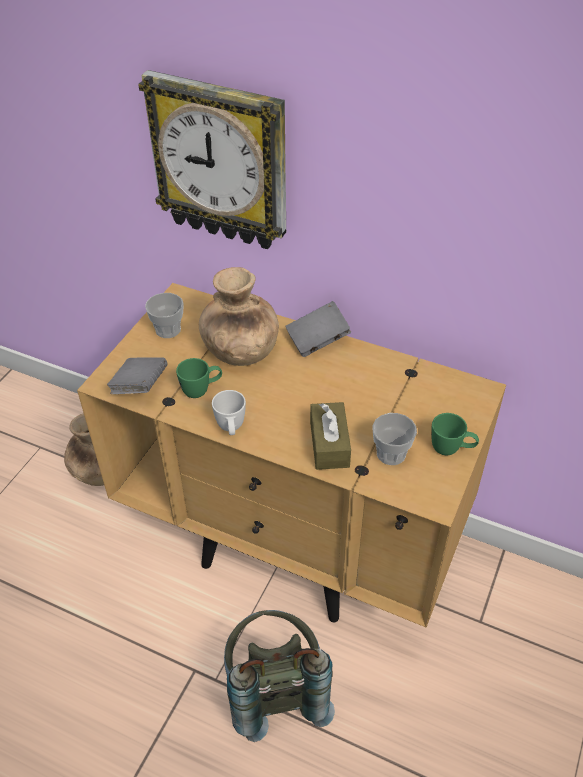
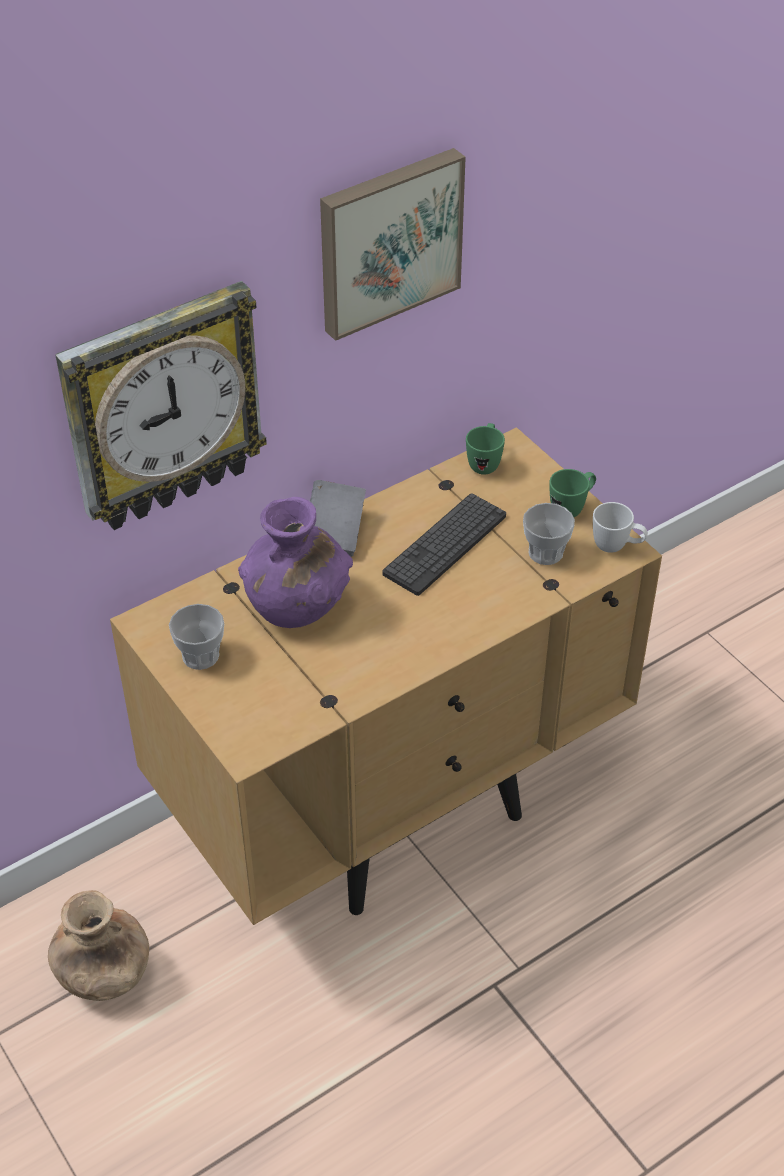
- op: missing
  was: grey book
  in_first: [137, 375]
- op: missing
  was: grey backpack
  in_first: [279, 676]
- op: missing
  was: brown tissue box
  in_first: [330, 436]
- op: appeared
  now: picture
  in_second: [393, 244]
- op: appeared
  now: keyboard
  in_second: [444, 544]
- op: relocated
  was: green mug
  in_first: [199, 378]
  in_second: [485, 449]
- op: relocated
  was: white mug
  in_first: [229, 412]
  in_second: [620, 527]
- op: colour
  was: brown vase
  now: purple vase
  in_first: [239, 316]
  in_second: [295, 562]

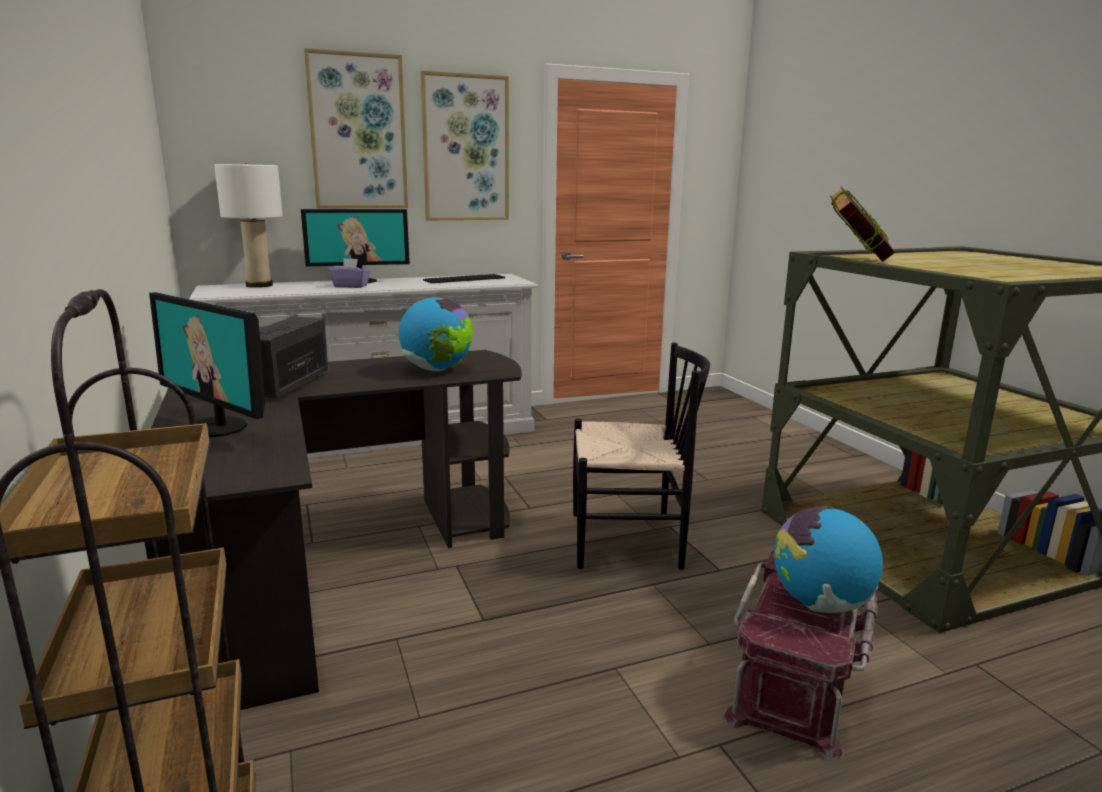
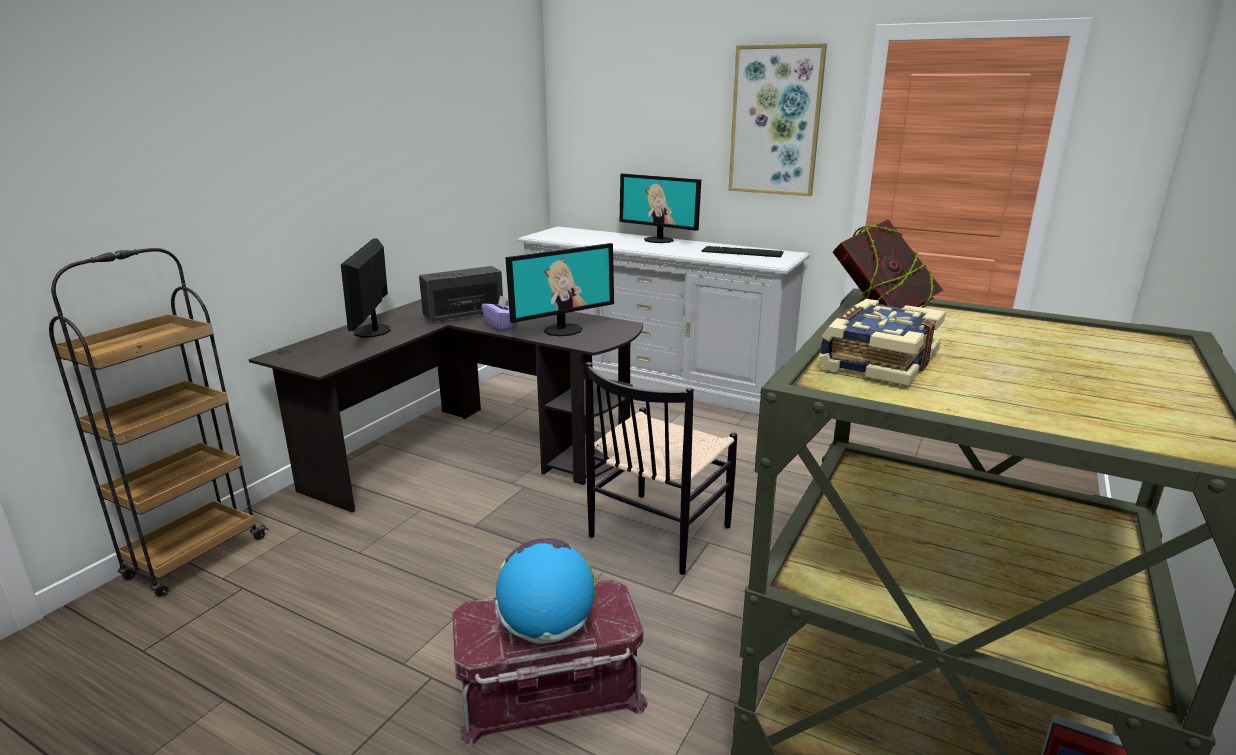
- op: missing
  was: white table lamp
  in_first: [248, 225]
- op: missing
  was: picture
  in_first: [356, 128]
- op: appeared
  now: book
  in_second: [882, 342]
- op: relocated
  was: purple tissue box
  in_first: [349, 273]
  in_second: [500, 313]
- op: exchanged
  was: globe
  now: monitor
  in_first: [436, 334]
  in_second: [559, 289]
- op: spun
  was: black chair
  in_first: [641, 456]
  in_second: [661, 468]
  clockwise: 75

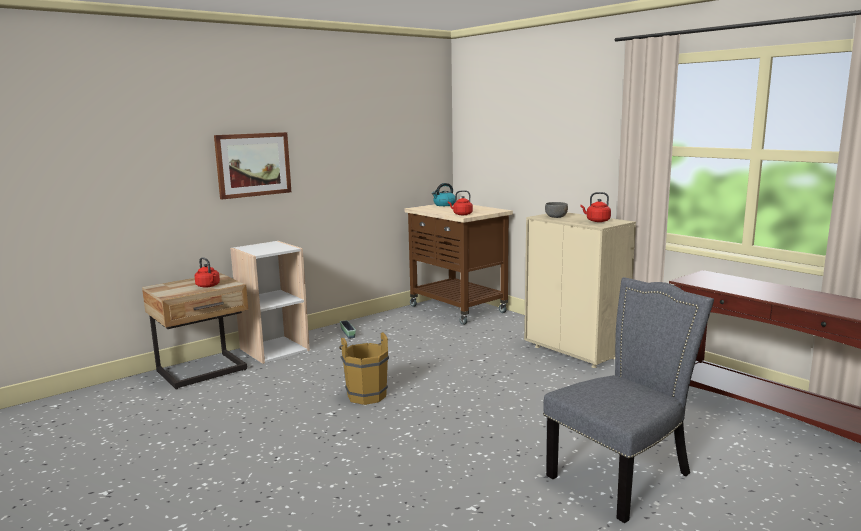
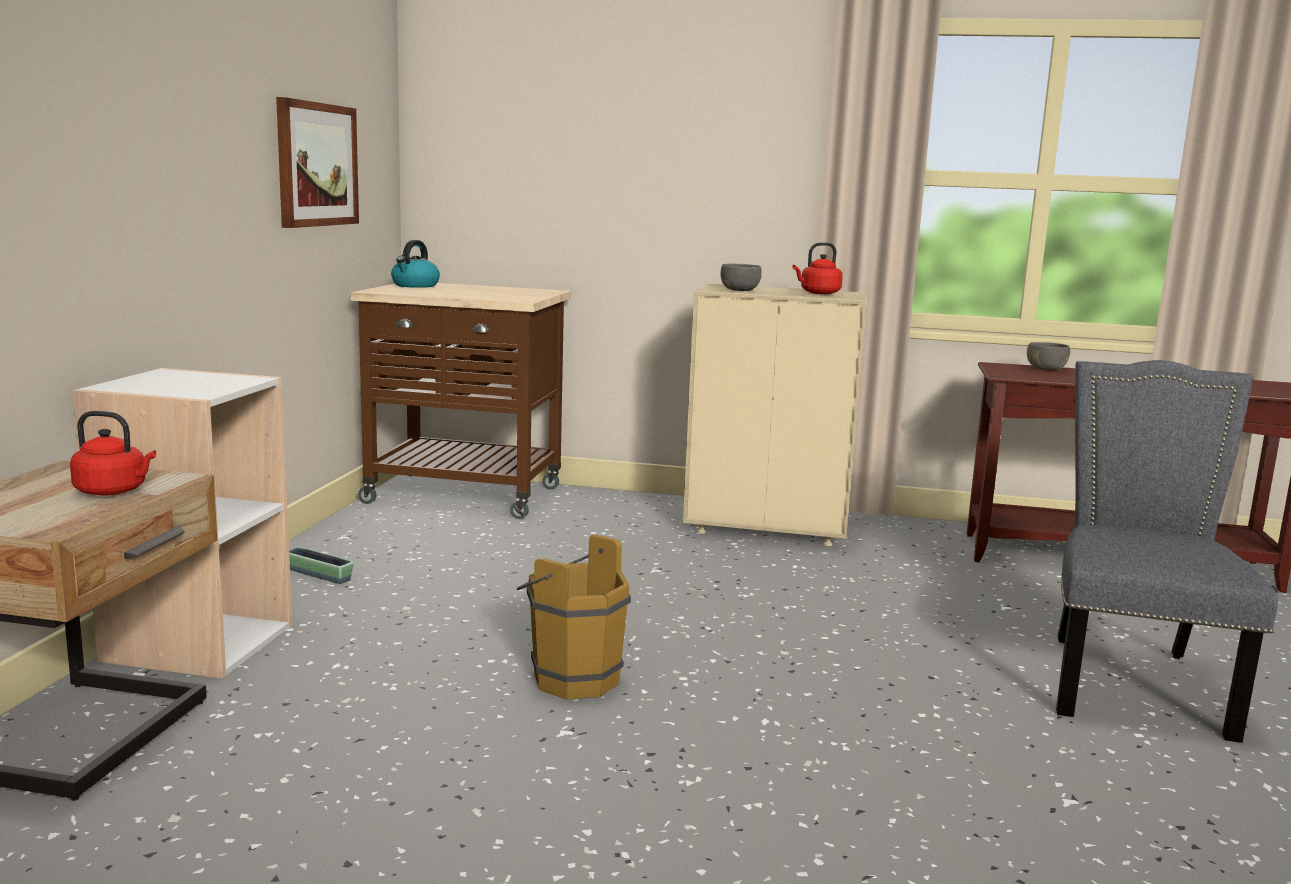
- op: missing
  was: red kettle
  in_first: [460, 202]
- op: appeared
  now: grey bowl
  in_second: [1048, 356]
- op: relocated
  was: picture
  in_first: [252, 165]
  in_second: [317, 162]

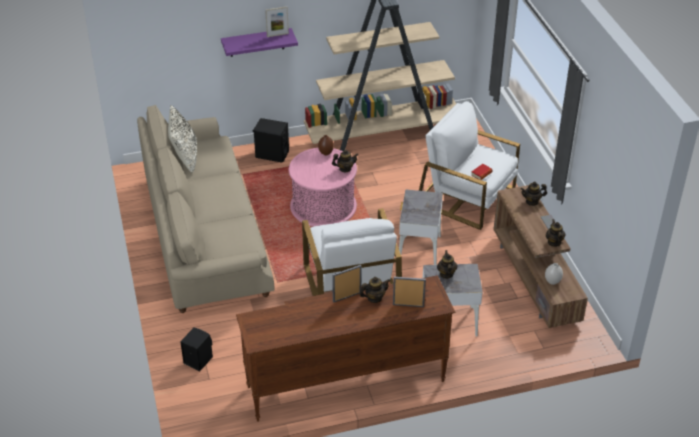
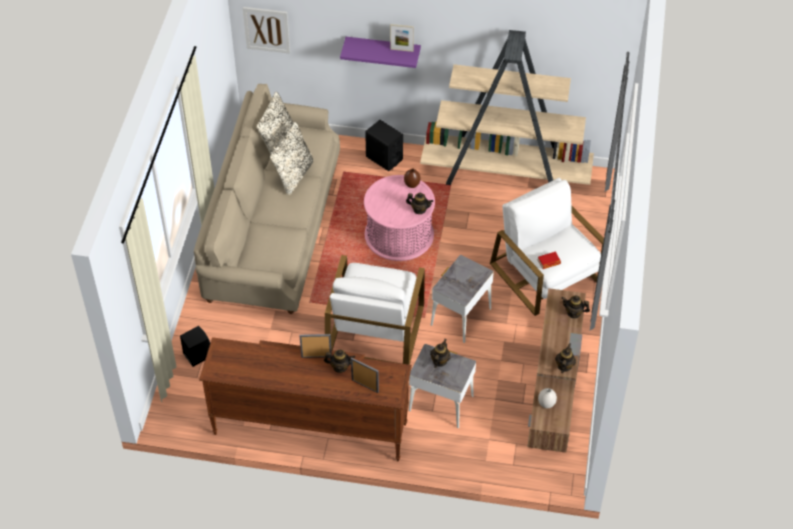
- op: appeared
  now: picture
  in_second: [266, 30]
- op: appeared
  now: beige pillow
  in_second: [291, 158]

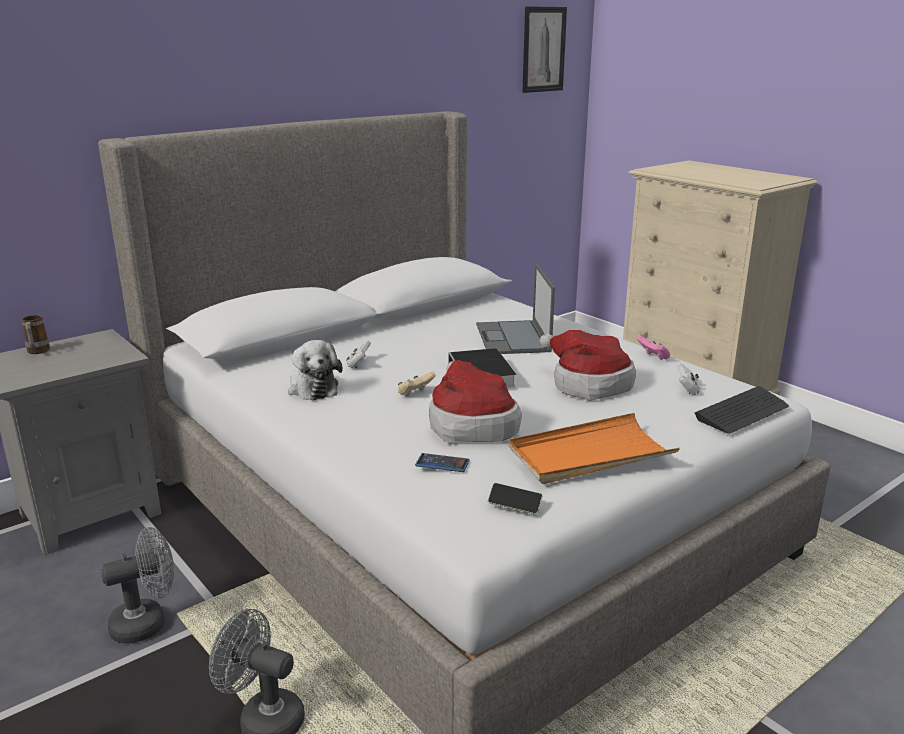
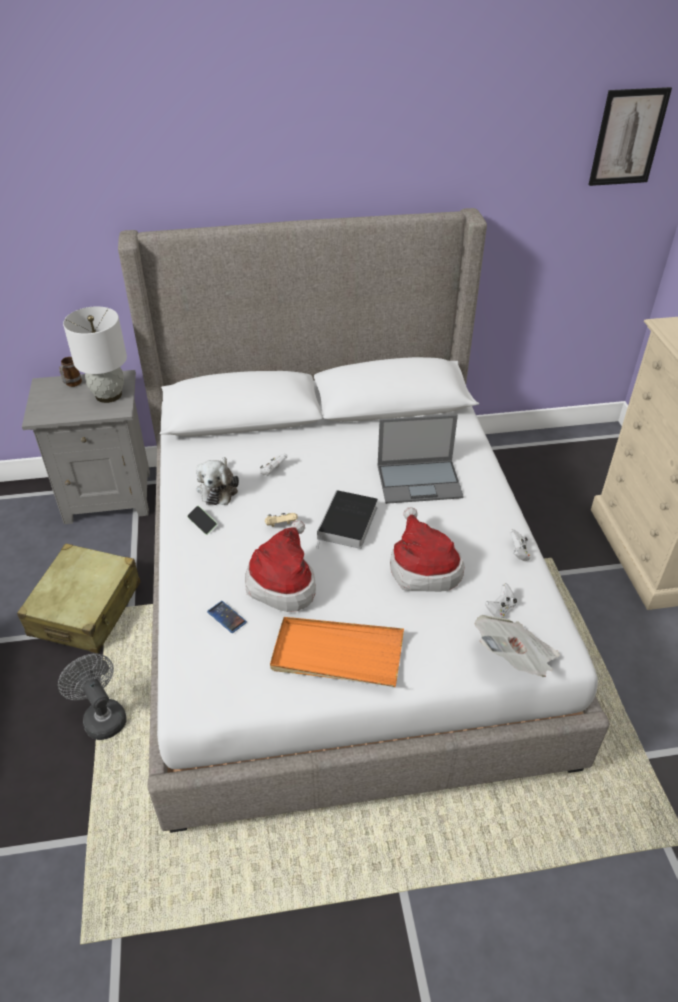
- op: appeared
  now: white table lamp
  in_second: [95, 354]
- op: relocated
  was: phone
  in_first: [515, 499]
  in_second: [202, 520]
- op: exchanged
  was: grey fan
  now: beige suitcase
  in_first: [137, 585]
  in_second: [78, 598]
- op: exchanged
  was: keyboard
  now: newspaper
  in_first: [742, 410]
  in_second: [517, 646]
- op: colour
  was: pink game controller
  now: white game controller
  in_first: [653, 347]
  in_second: [519, 545]
- op: spun
  was: laptop
  in_first: [515, 308]
  in_second: [420, 459]
  clockwise: -120

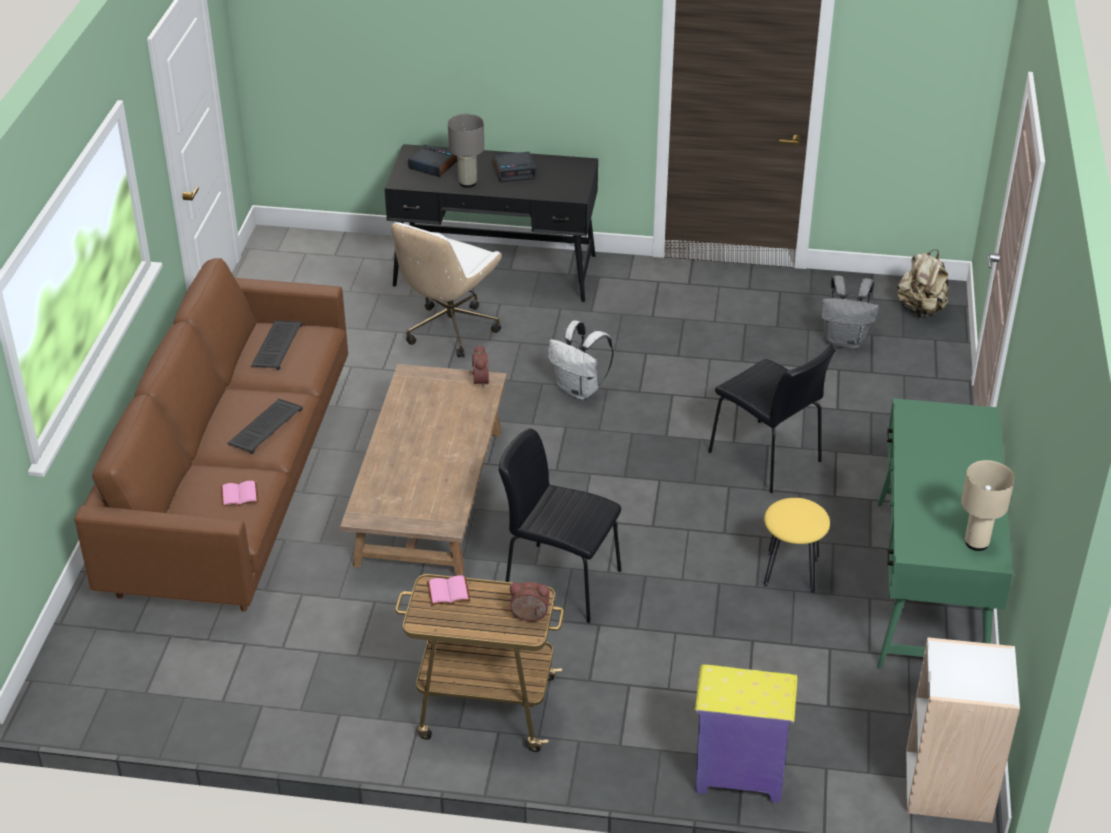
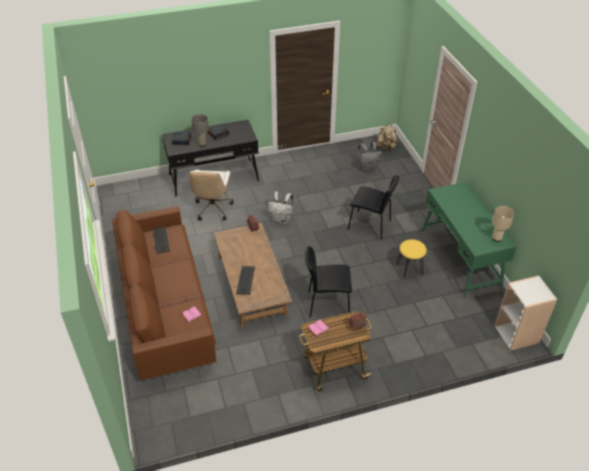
- op: missing
  was: nightstand
  in_first: [746, 733]
- op: relocated
  was: keyboard
  in_first: [265, 426]
  in_second: [245, 280]

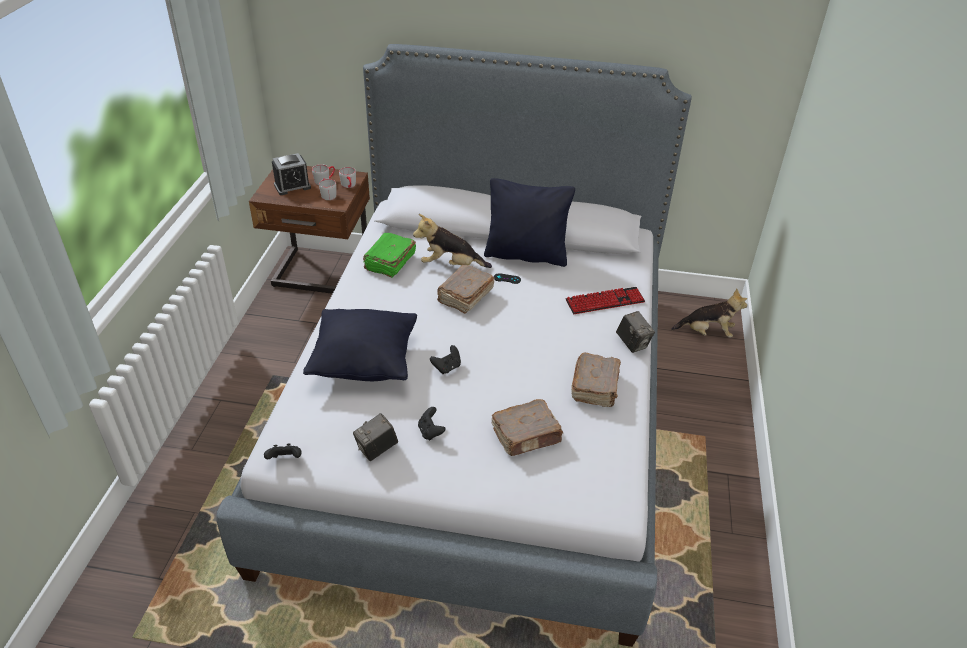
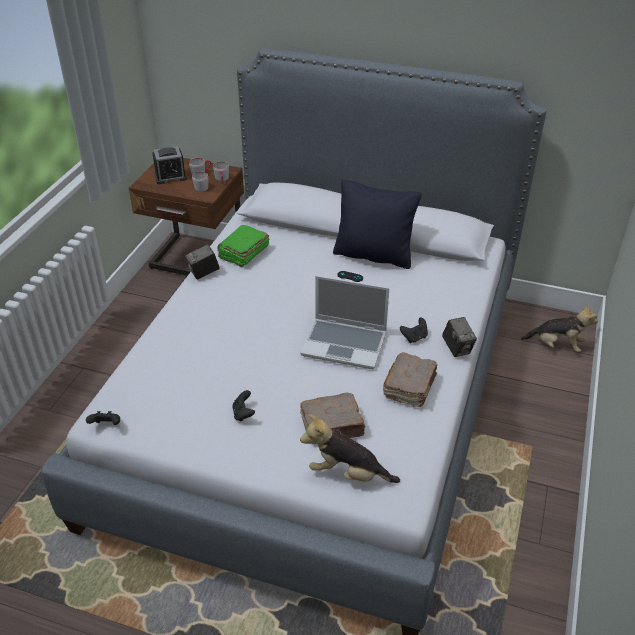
- op: missing
  was: black pillow
  in_first: [360, 345]
- op: missing
  was: brown book
  in_first: [465, 289]
- op: missing
  was: keyboard
  in_first: [605, 300]
- op: appeared
  now: laptop
  in_second: [345, 322]
- op: relocated
  was: photo camera
  in_first: [375, 437]
  in_second: [202, 262]
- op: relocated
  was: plush toy
  in_first: [452, 241]
  in_second: [350, 448]
- op: relocated
  was: black game controller
  in_first: [445, 359]
  in_second: [414, 330]

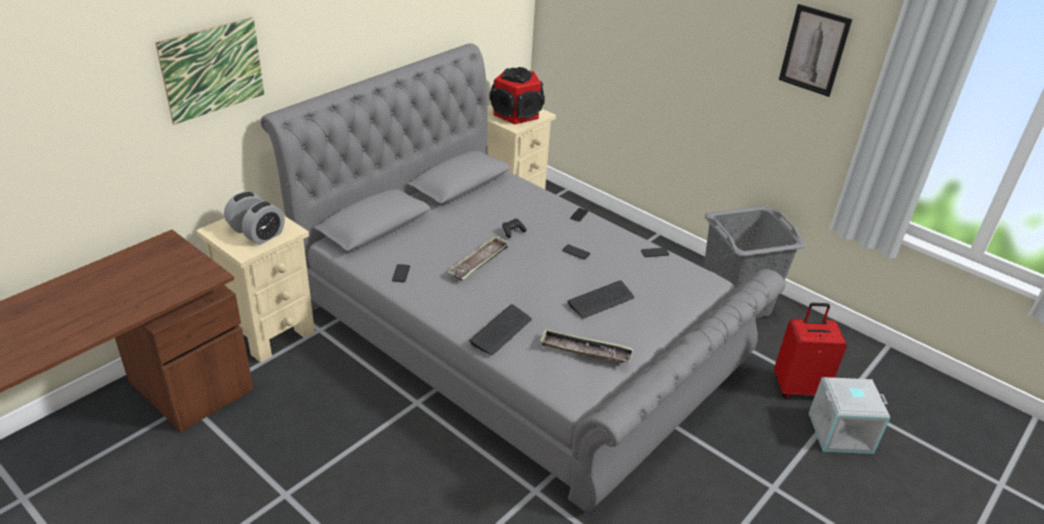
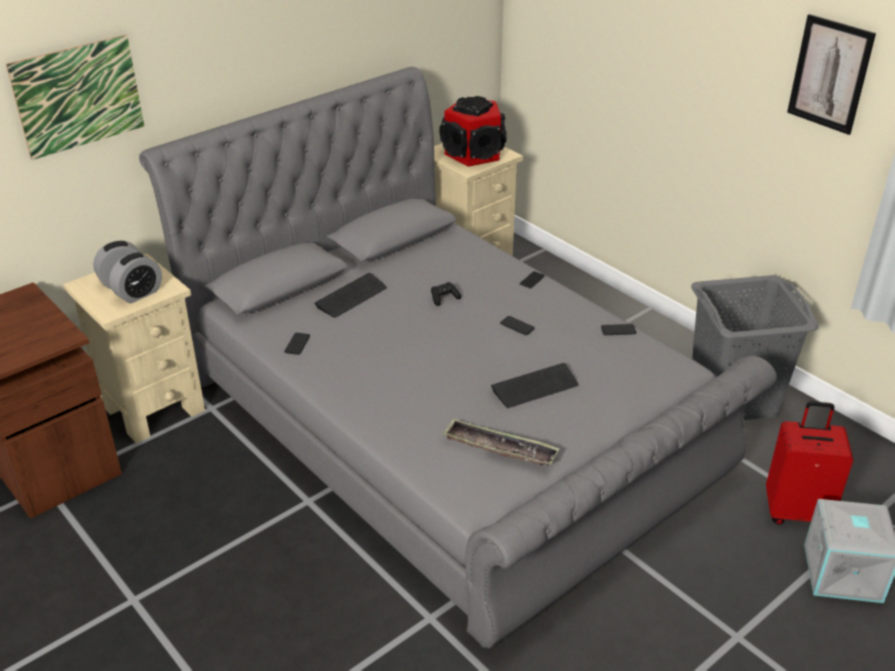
- op: missing
  was: tray
  in_first: [478, 258]
- op: relocated
  was: keyboard
  in_first: [500, 329]
  in_second: [350, 295]

